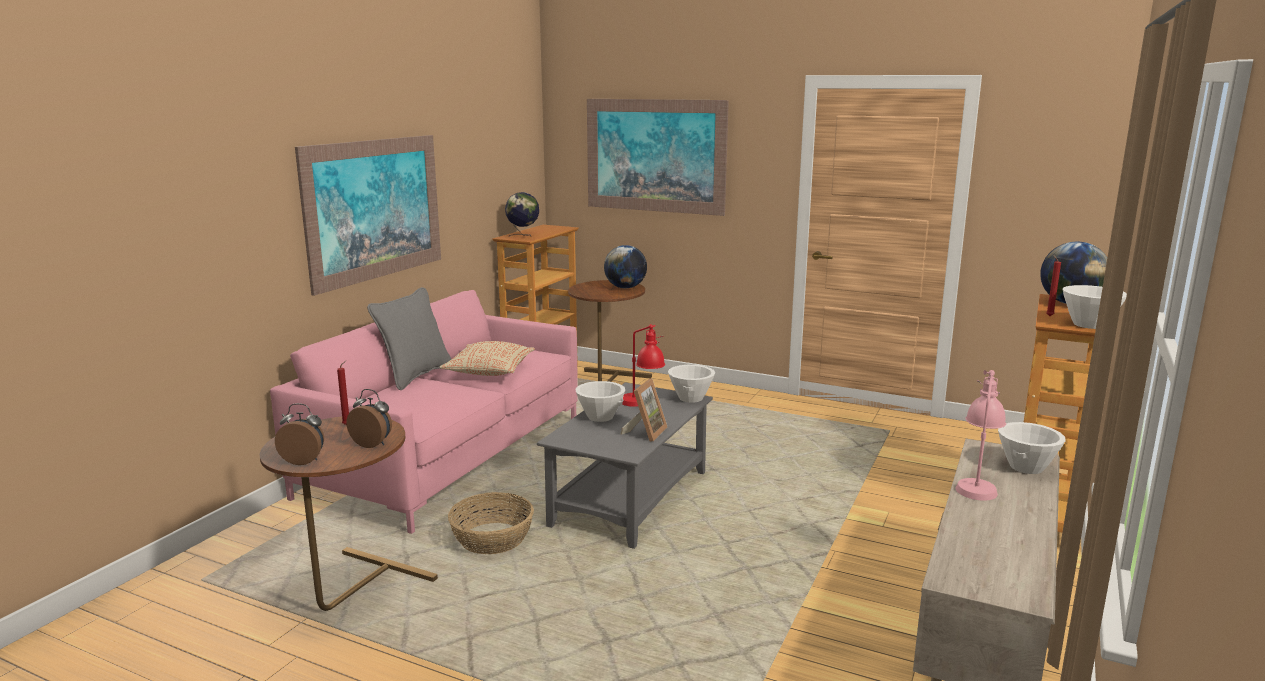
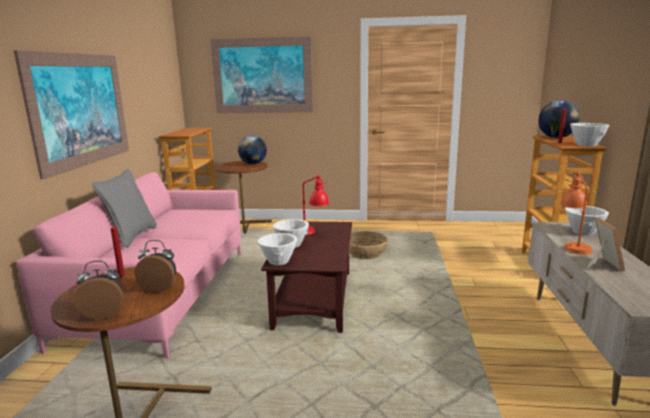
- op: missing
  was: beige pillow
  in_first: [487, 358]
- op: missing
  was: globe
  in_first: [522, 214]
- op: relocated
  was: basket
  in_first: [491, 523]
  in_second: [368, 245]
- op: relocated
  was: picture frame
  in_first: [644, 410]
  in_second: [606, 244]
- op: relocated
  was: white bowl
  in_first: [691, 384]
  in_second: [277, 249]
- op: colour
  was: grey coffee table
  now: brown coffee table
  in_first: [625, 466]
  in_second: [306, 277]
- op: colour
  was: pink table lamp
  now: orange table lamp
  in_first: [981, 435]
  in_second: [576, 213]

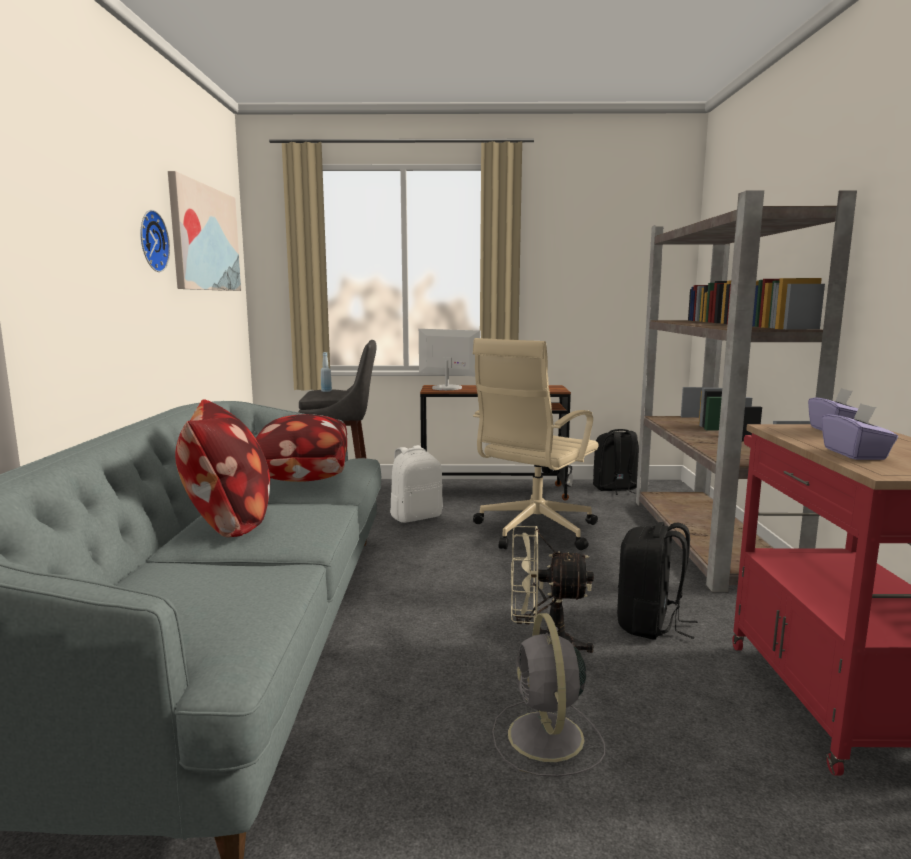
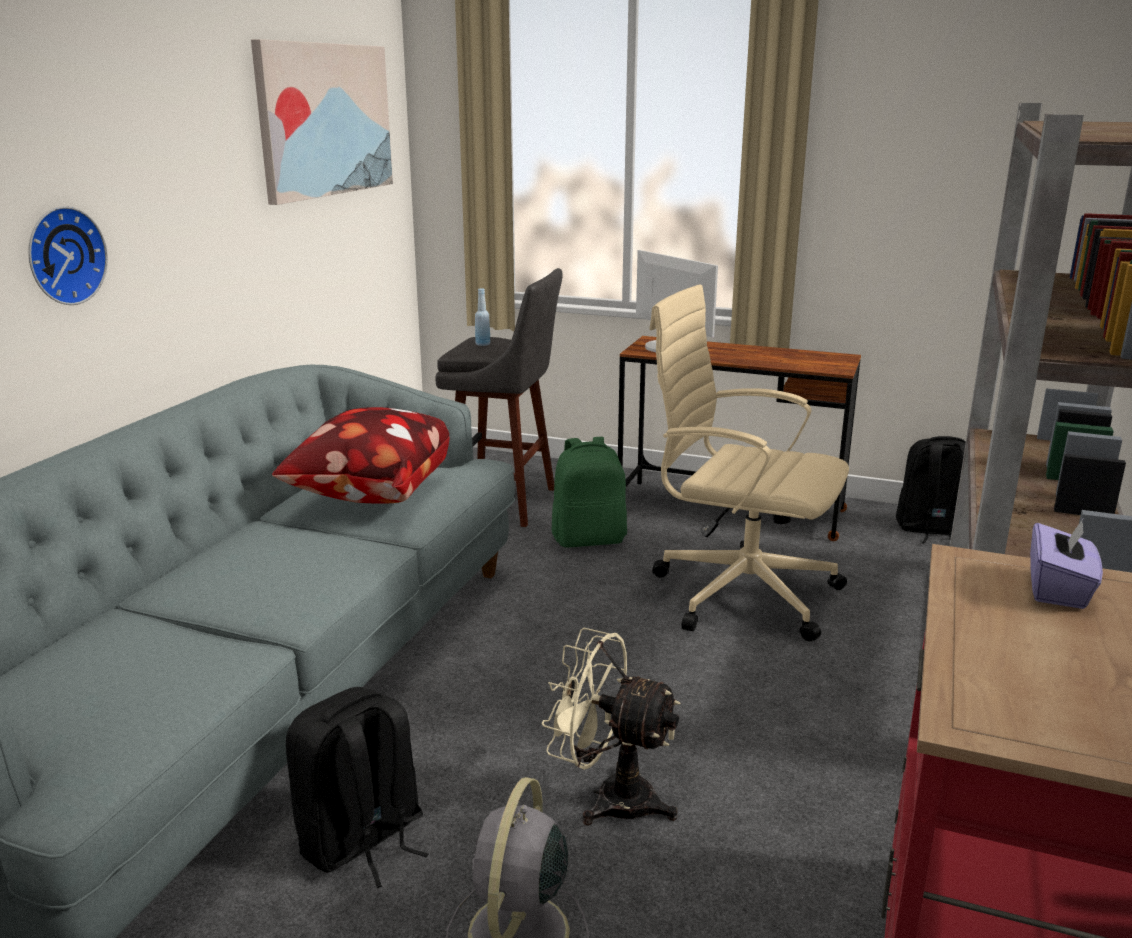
- op: missing
  was: pillow
  in_first: [222, 468]
- op: missing
  was: purple tissue box
  in_first: [860, 431]
- op: relocated
  was: wall clock
  in_first: [155, 241]
  in_second: [68, 255]
- op: relocated
  was: black backpack
  in_first: [657, 581]
  in_second: [357, 787]
- op: colour
  was: white backpack
  now: green backpack
  in_first: [416, 484]
  in_second: [589, 492]
- op: spun
  was: beige office chair
  in_first: [536, 444]
  in_second: [749, 463]
  clockwise: 60

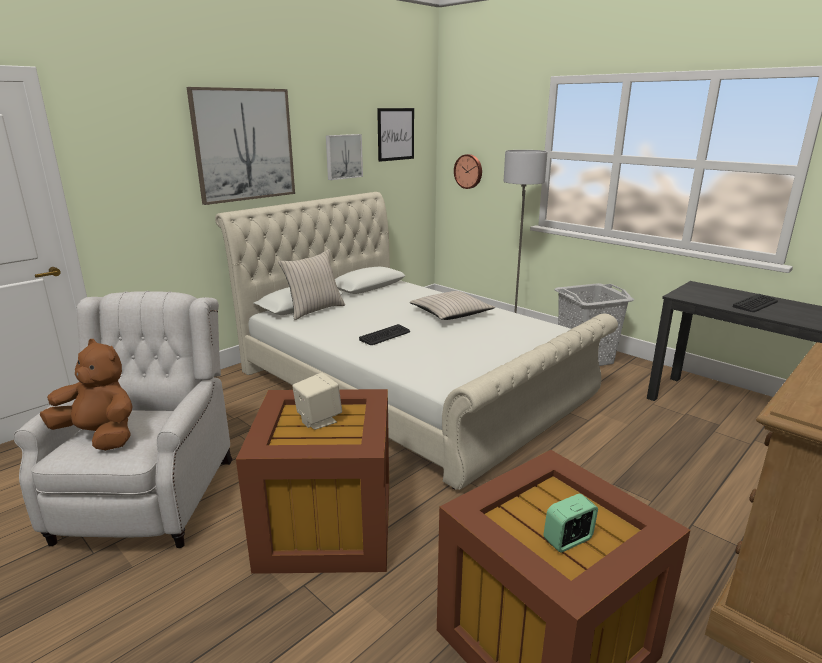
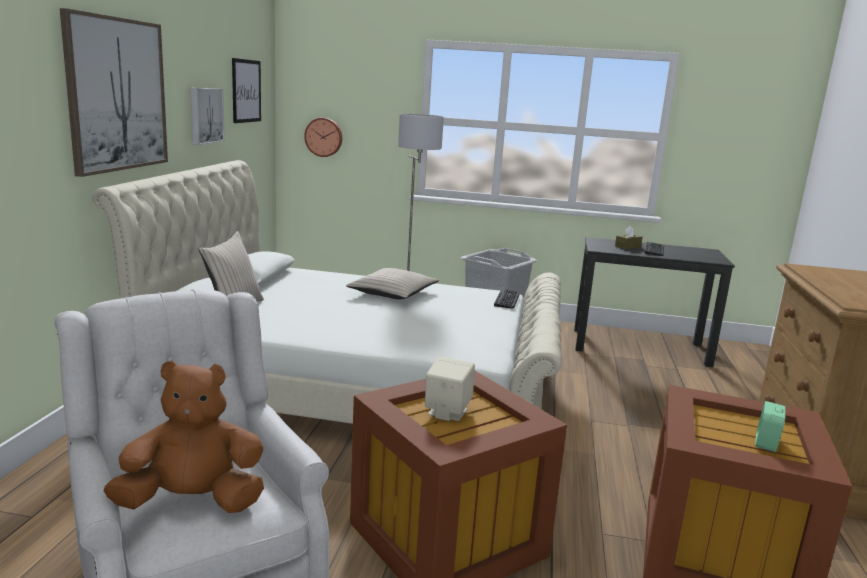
- op: appeared
  now: brown tissue box
  in_second: [629, 237]
- op: relocated
  was: keyboard
  in_first: [384, 334]
  in_second: [507, 298]

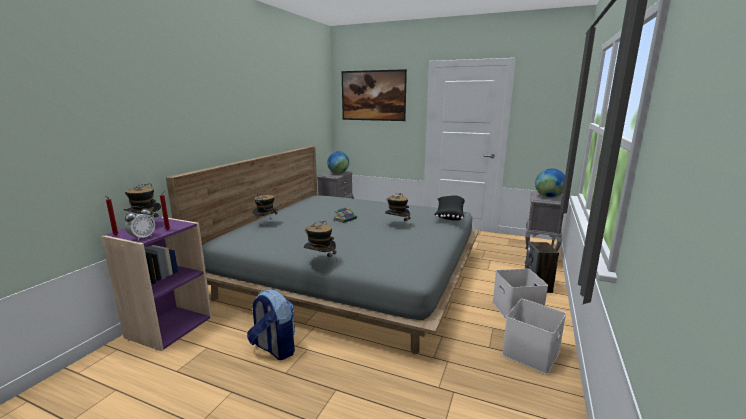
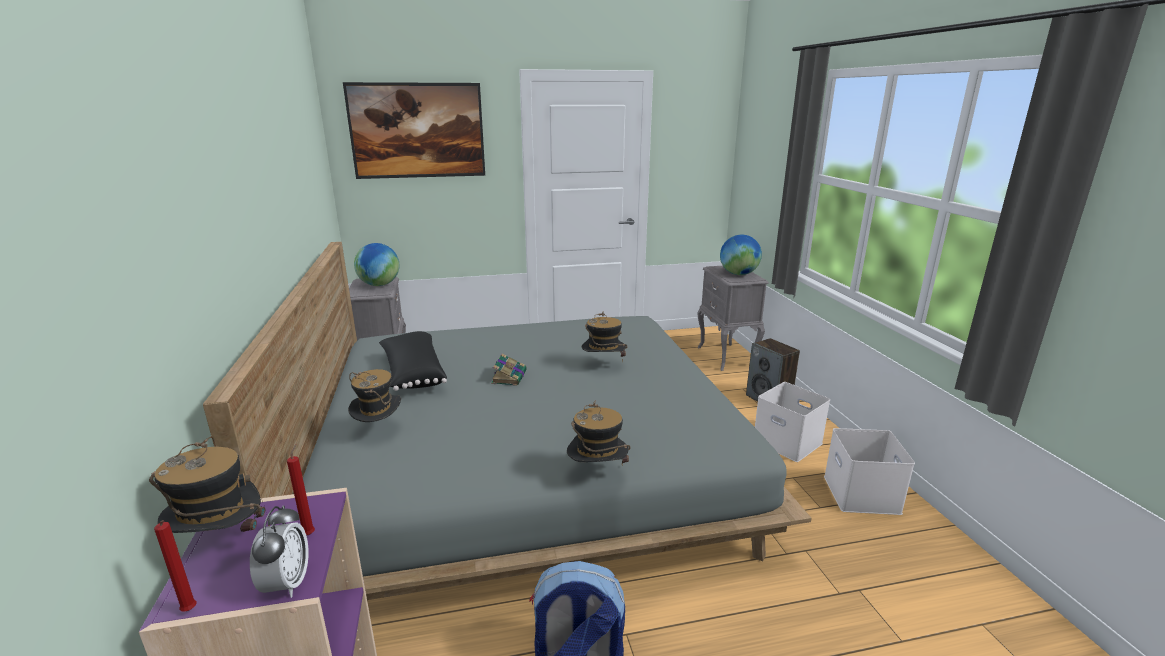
- op: relocated
  was: black pillow
  in_first: [449, 208]
  in_second: [413, 361]

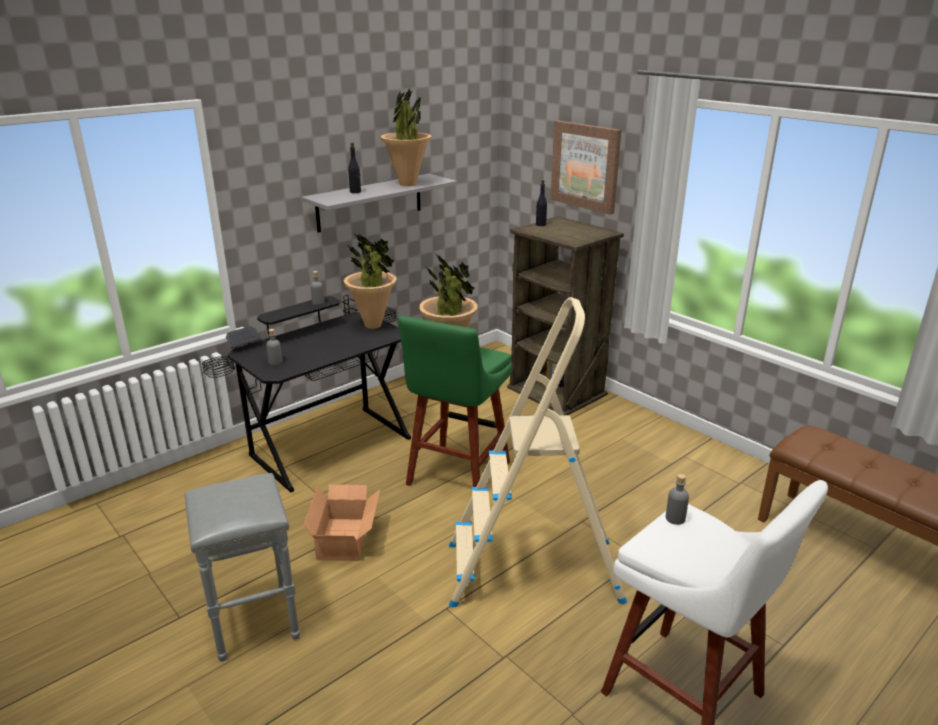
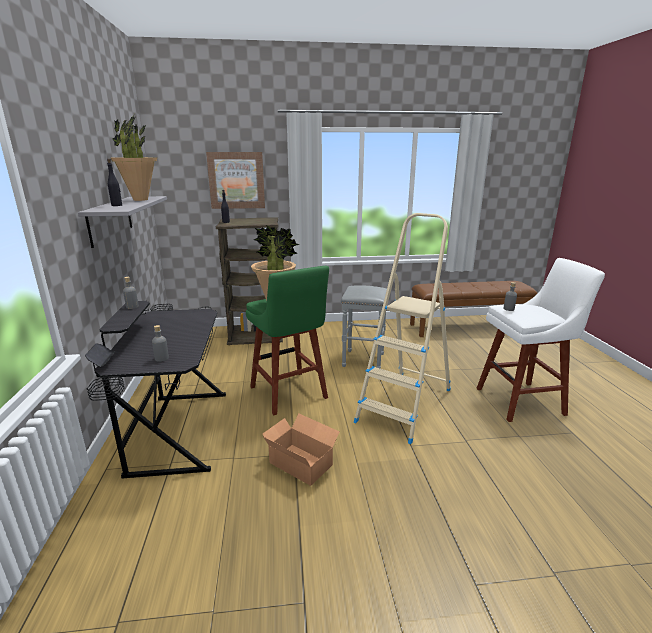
- op: missing
  was: potted plant
  in_first: [370, 281]
- op: relocated
  was: grey stool
  in_first: [242, 567]
  in_second: [364, 327]

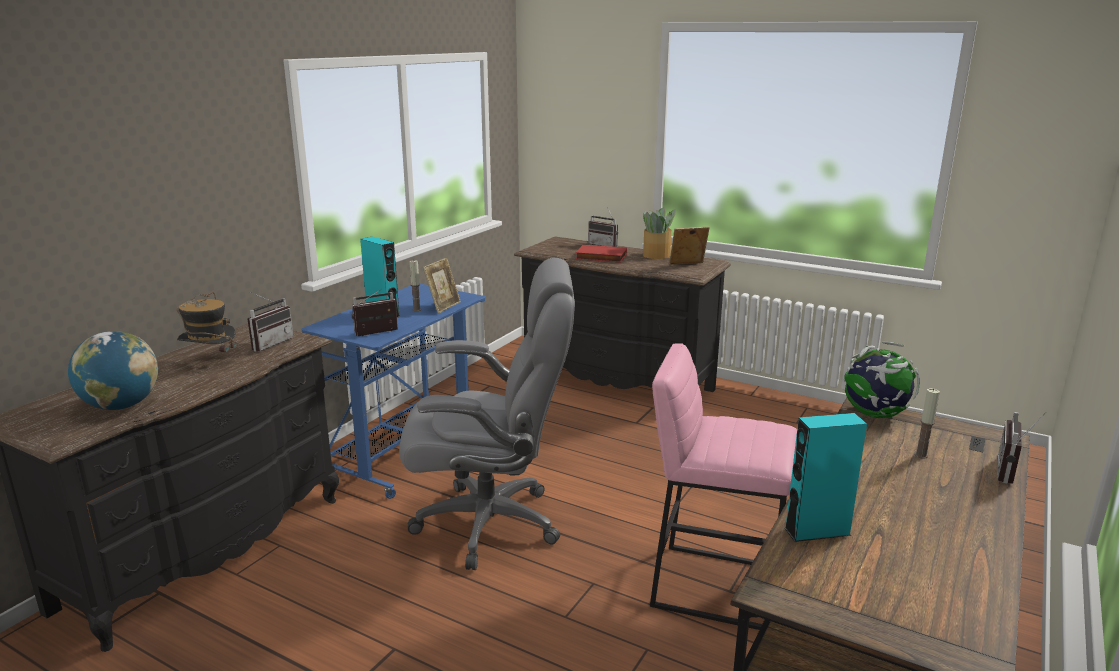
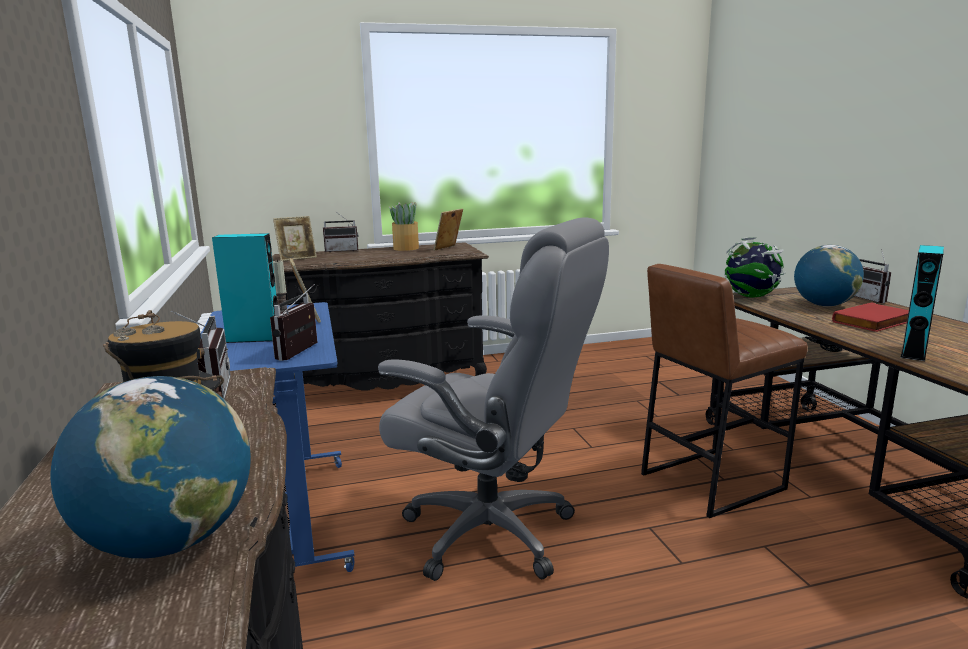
- op: appeared
  now: picture frame
  in_second: [295, 238]
- op: relocated
  was: red book
  in_first: [601, 253]
  in_second: [870, 317]
- op: exchanged
  was: candle
  now: globe
  in_first: [927, 423]
  in_second: [829, 275]
- op: colour
  was: pink stool
  now: brown stool
  in_first: [723, 487]
  in_second: [724, 391]
- op: spun
  was: grey office chair
  in_first: [487, 414]
  in_second: [493, 399]
  clockwise: 75

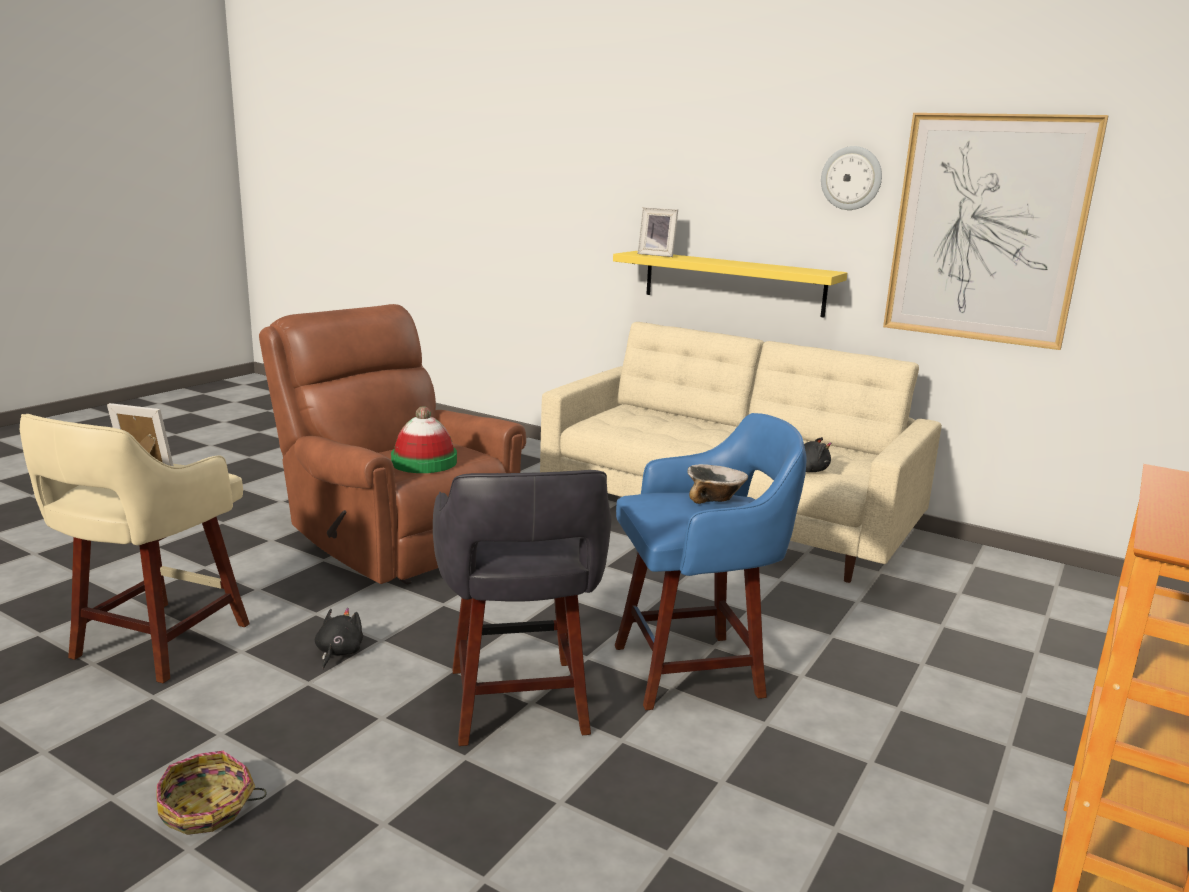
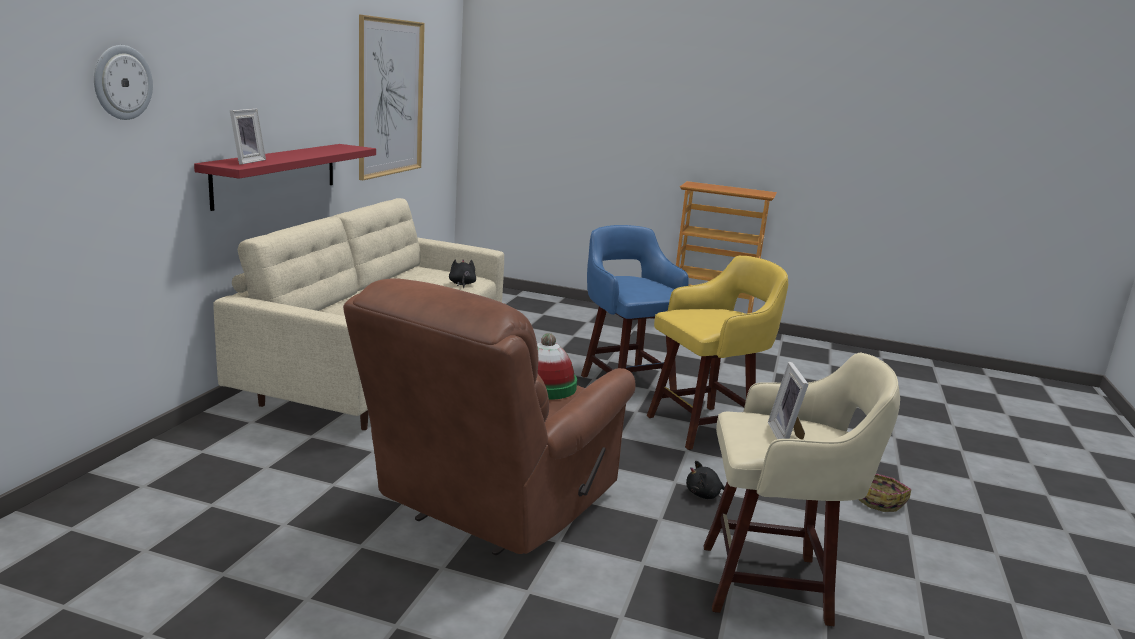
- op: missing
  was: bowl
  in_first: [717, 484]
- op: relocated
  was: wall clock
  in_first: [851, 178]
  in_second: [123, 82]
- op: colour
  was: grey stool
  now: yellow stool
  in_first: [522, 608]
  in_second: [717, 353]
- op: colour
  was: yellow shelf
  now: red shelf
  in_first: [730, 284]
  in_second: [285, 177]

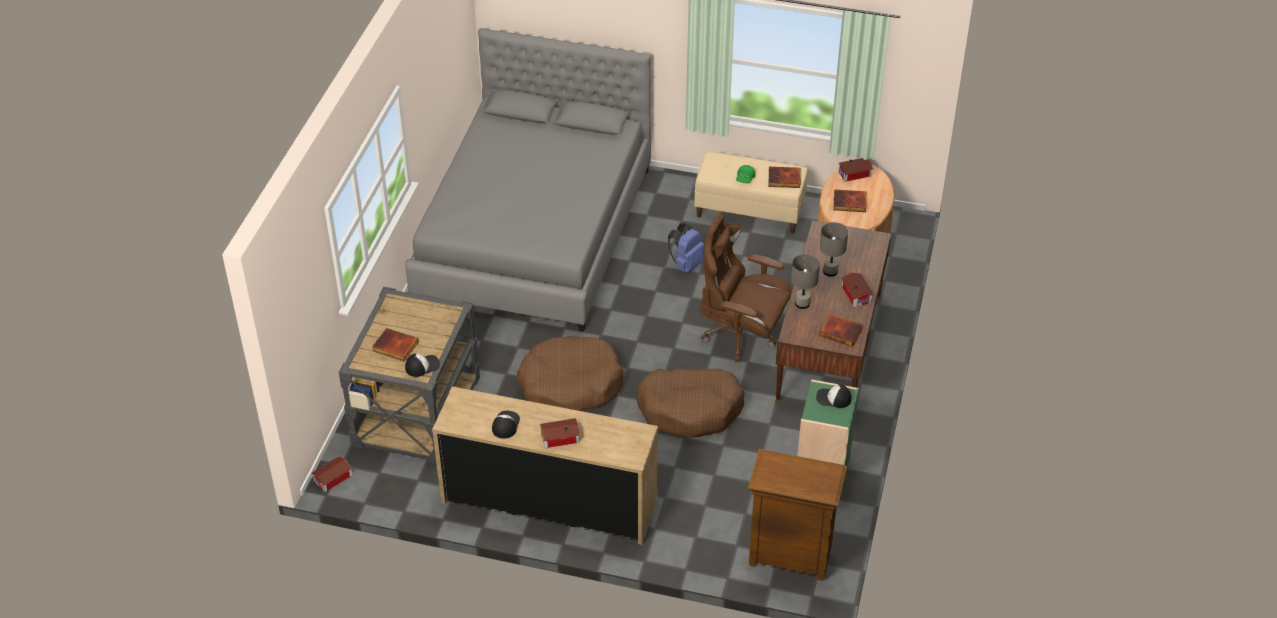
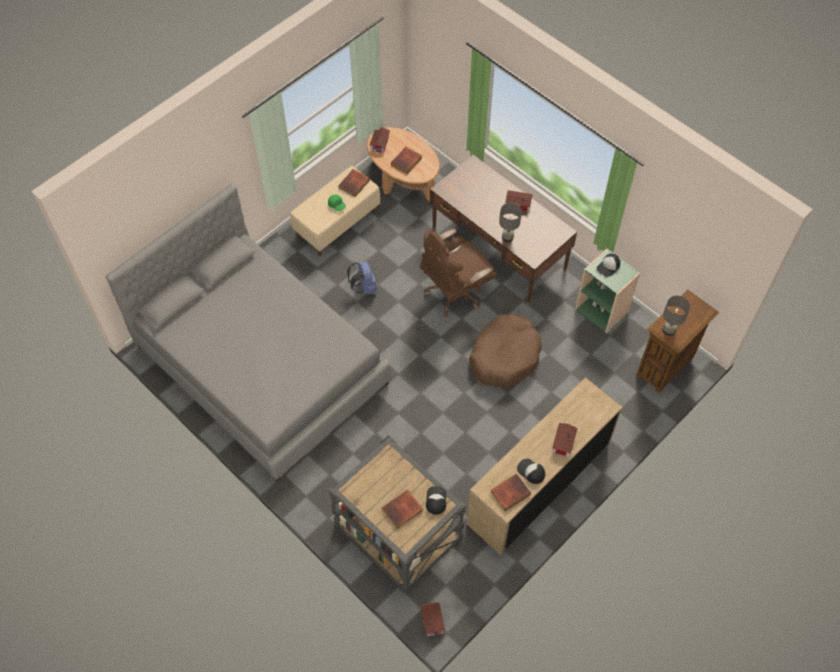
- op: missing
  was: brown dog bed
  in_first: [570, 373]
- op: relocated
  was: book
  in_first: [841, 330]
  in_second: [510, 492]
- op: relocated
  was: grey table lamp
  in_first: [834, 249]
  in_second: [676, 315]

